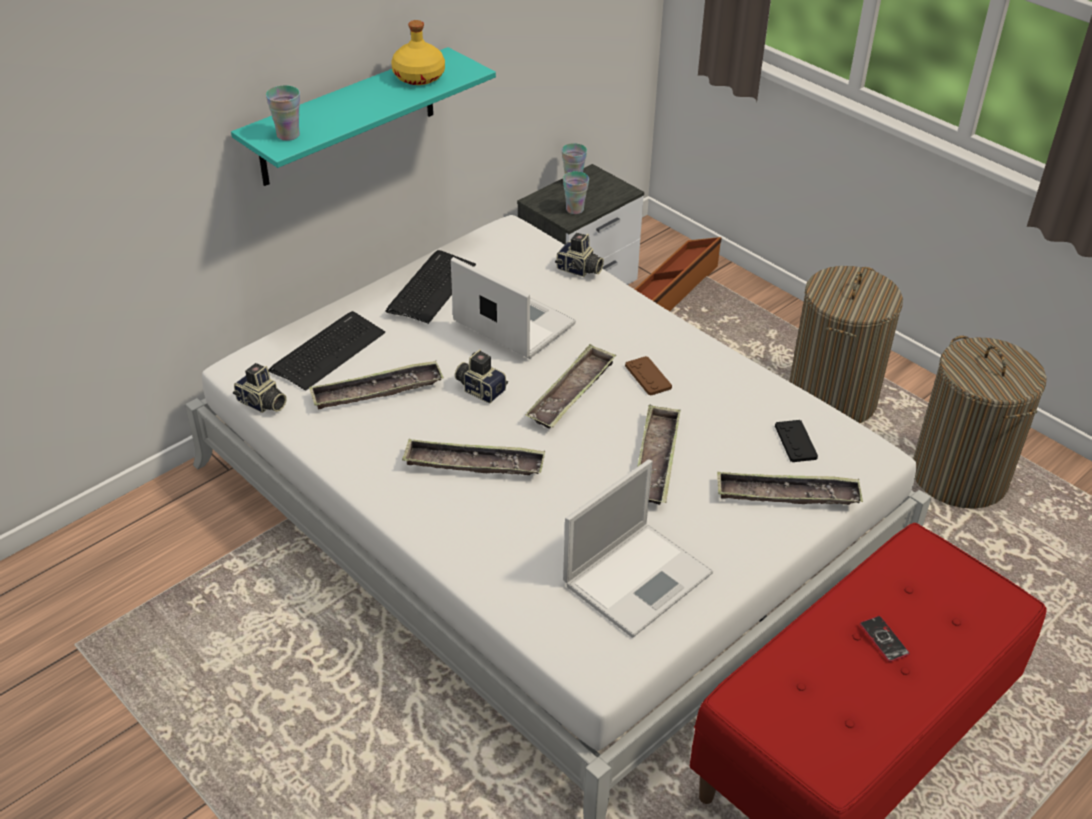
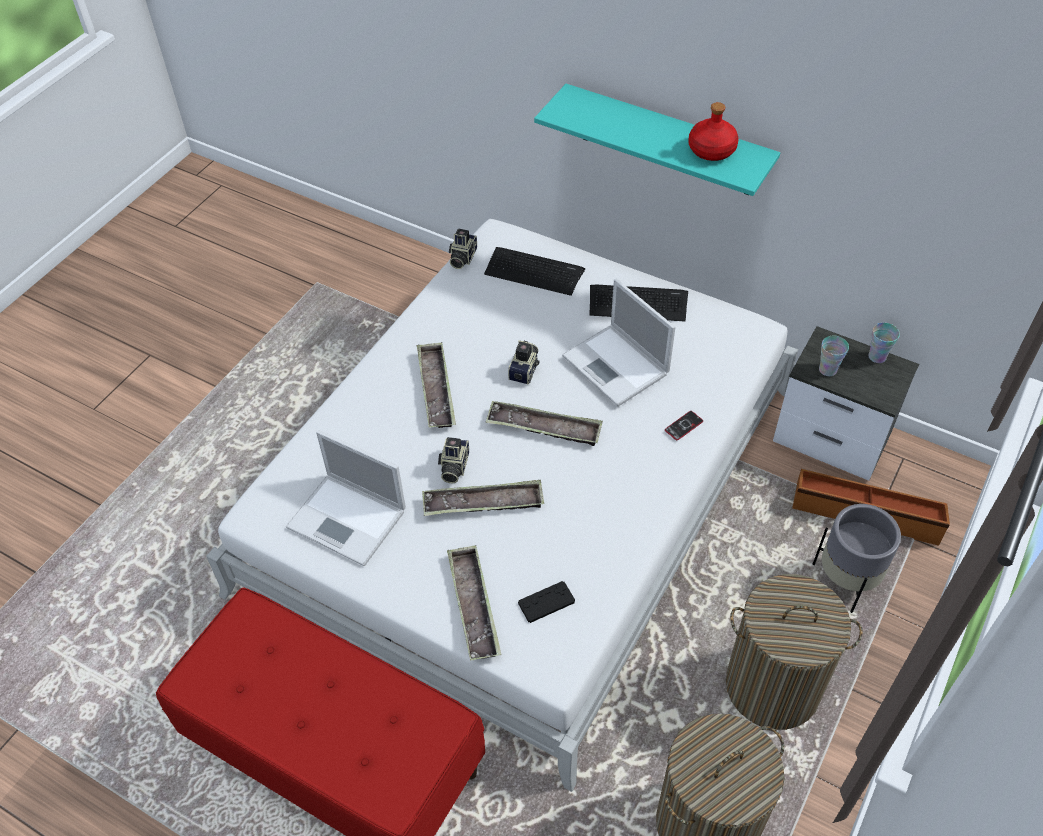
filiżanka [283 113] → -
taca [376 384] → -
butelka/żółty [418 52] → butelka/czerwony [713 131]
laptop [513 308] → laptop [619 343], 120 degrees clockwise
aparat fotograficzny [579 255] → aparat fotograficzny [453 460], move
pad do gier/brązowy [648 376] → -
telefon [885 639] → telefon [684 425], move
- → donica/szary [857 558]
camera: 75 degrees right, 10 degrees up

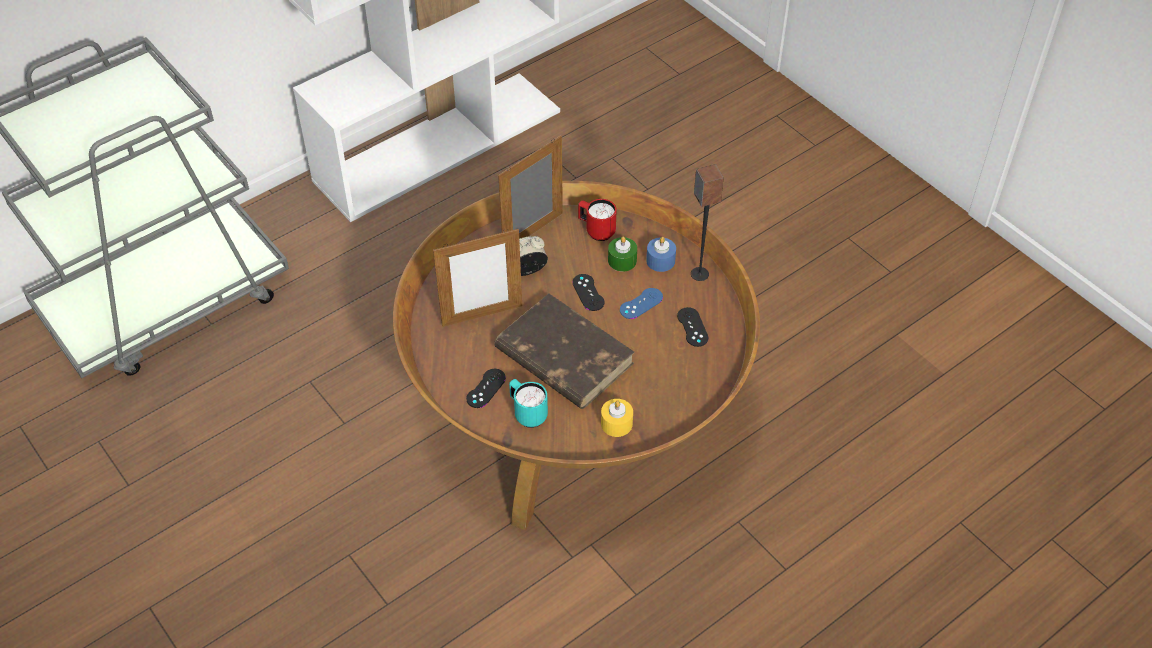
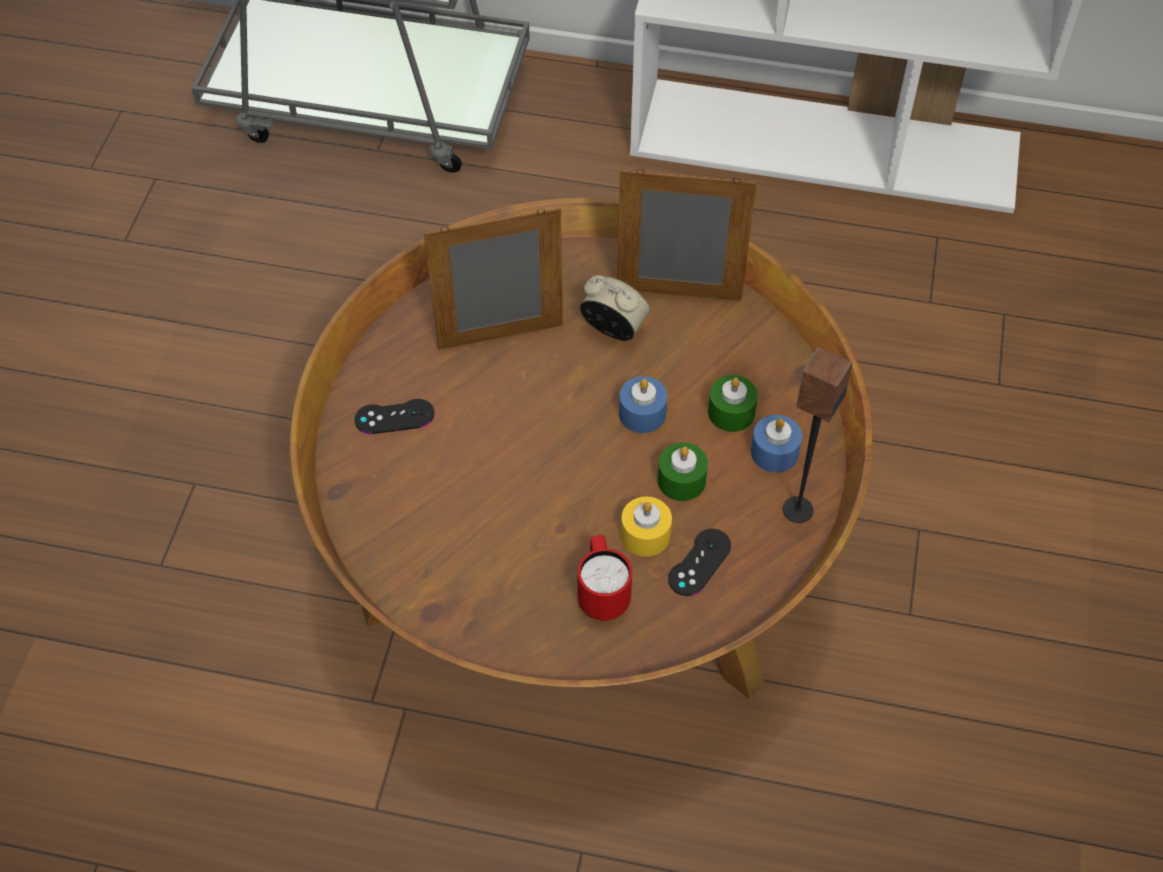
ramka na zdjęcie [477 278] → ramka na zdjęcie [493 279], 135 degrees clockwise
książka/brązowy [564 351] → -
kubek/turkusowy [528 403] → -
pad do gier/czarny [588 292] → świeca/niebieski [643 404]
kubek/czerwony [597 220] → kubek/czerwony [605 578], move
świeca/żółty [617 418] → świeca/żółty [646 526], move
pad do gier/niebieski [641 303] → świeca/zielony [682 471]
camera: 50 degrees right, 5 degrees up

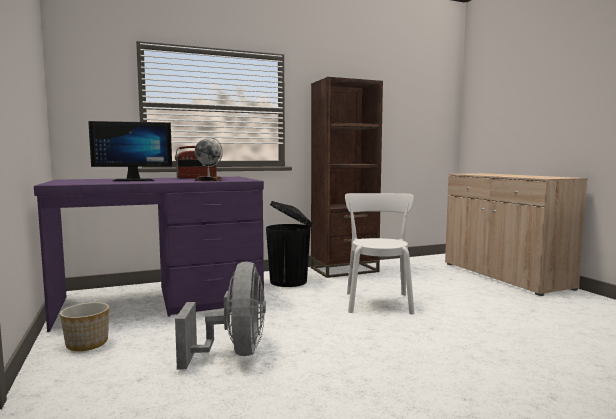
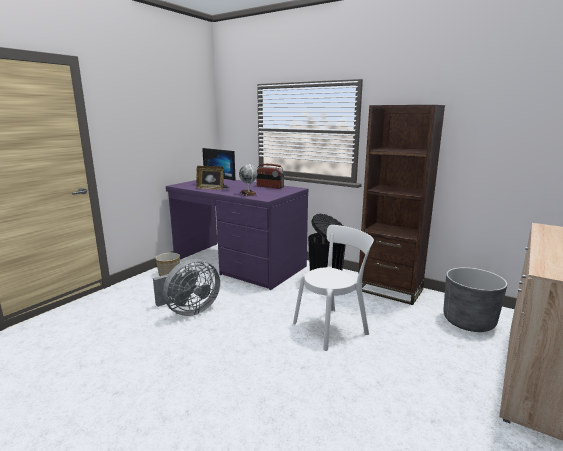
- → ramka na zdjęcie [210 178]
- → donica/szary [475 299]
camera: 55 degrees right, 10 degrees up

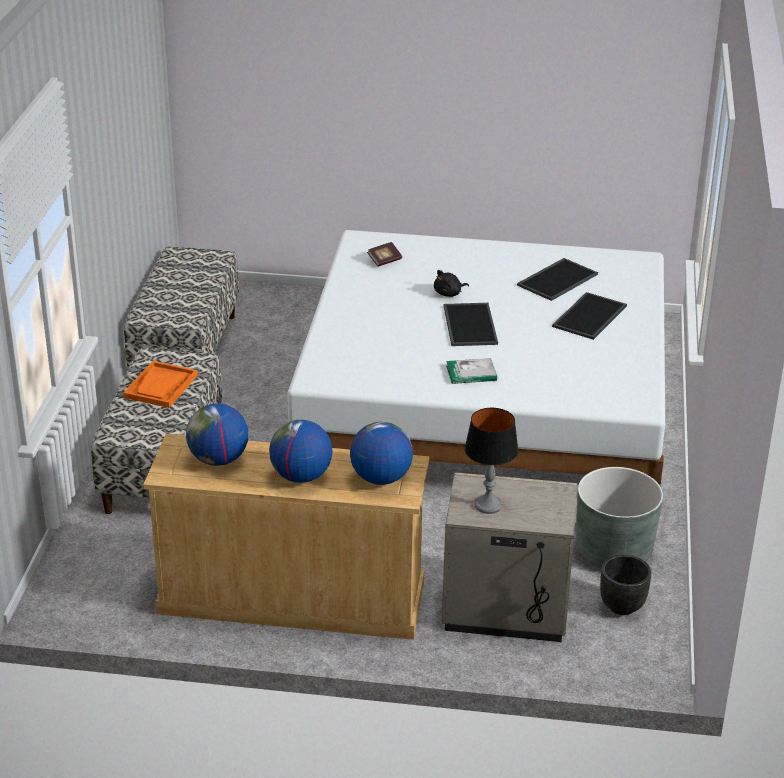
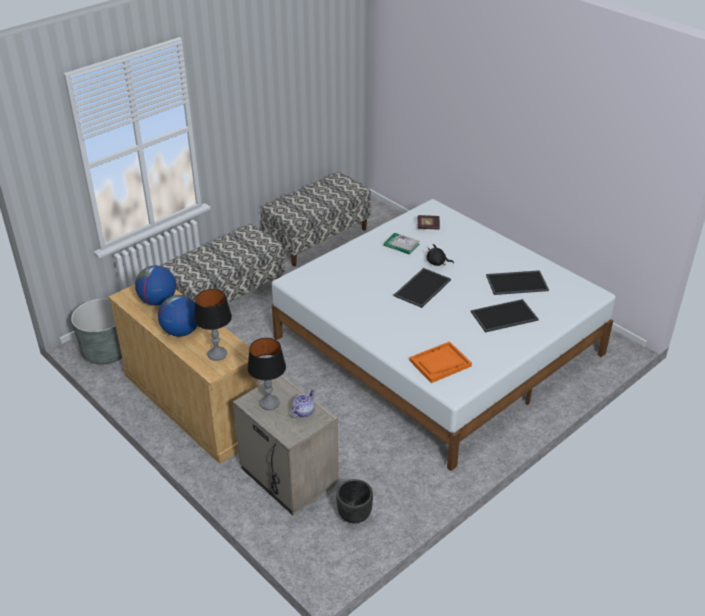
taca/pomarańczowy [160 384] → taca/pomarańczowy [441 362], move
globus [381 453] → lampa stołowa [213 325]
książka [471 371] → książka [402 244], move
donica/szary [619 517] → donica/szary [96 331], move
- → imbryk [303 403]
camera: 40 degrees right, 5 degrees up

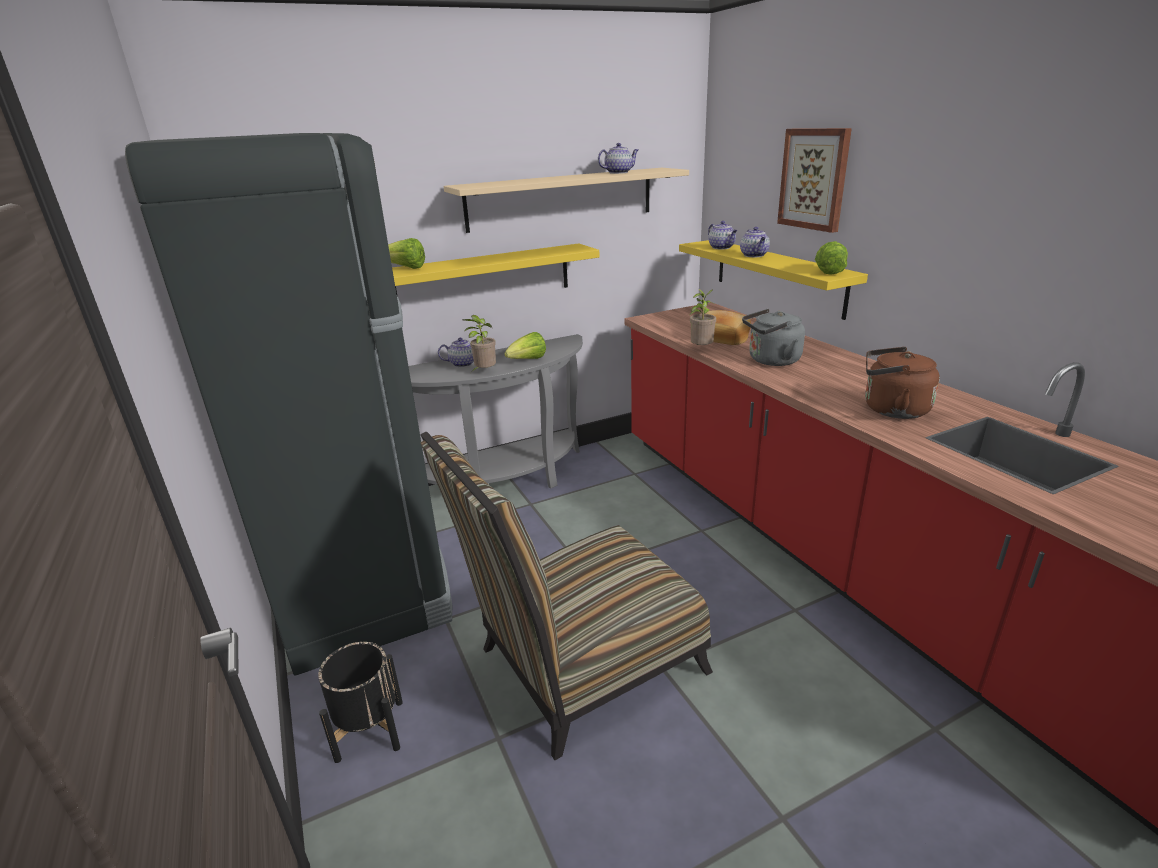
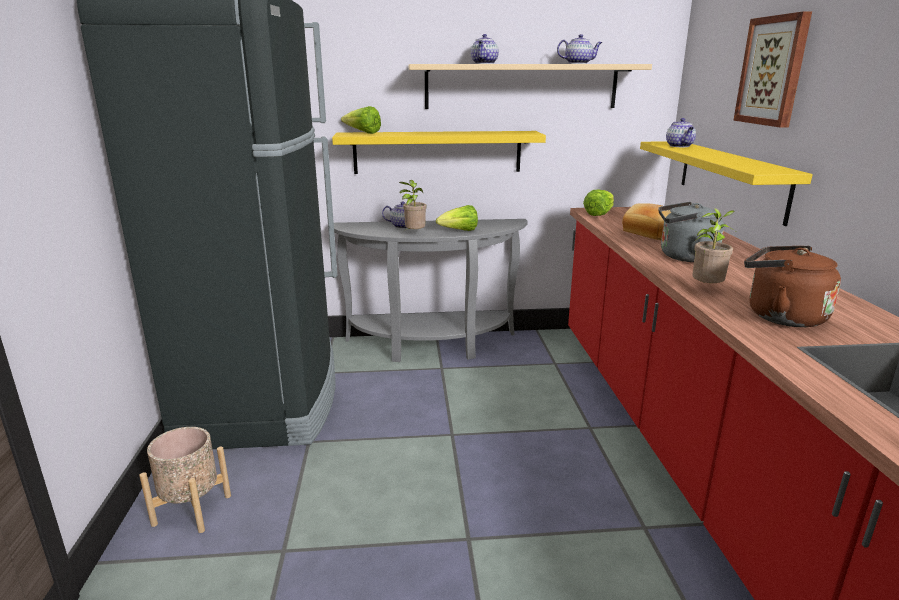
donica/czarny [360 702] → donica/beżowy [185 480]
krzesło [566 596] → -
roślina doniczkowa [703 317] → roślina doniczkowa [713 245], move
imbryk [755 242] → imbryk [485 49], move
sałata [831 258] → sałata [598 202], move
camera: 20 degrees right, 5 degrees down

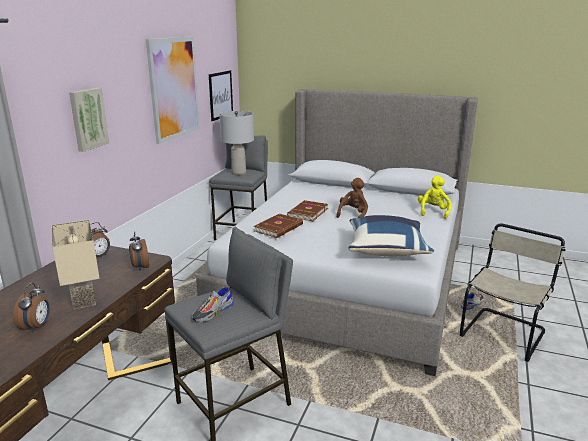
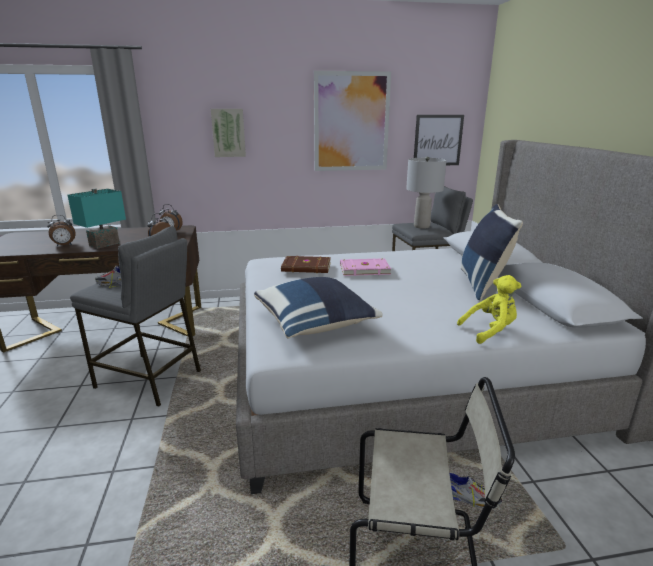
lampa stołowa/beżowy [76 265] → lampa stołowa/turkusowy [97 218]
książka/brązowy [307 210] → książka/różowy [365 267]
pluszak/brązowy [352 198] → -
- → poduszka/niebieski [492 252]
camera: 60 degrees right, 0 degrees up

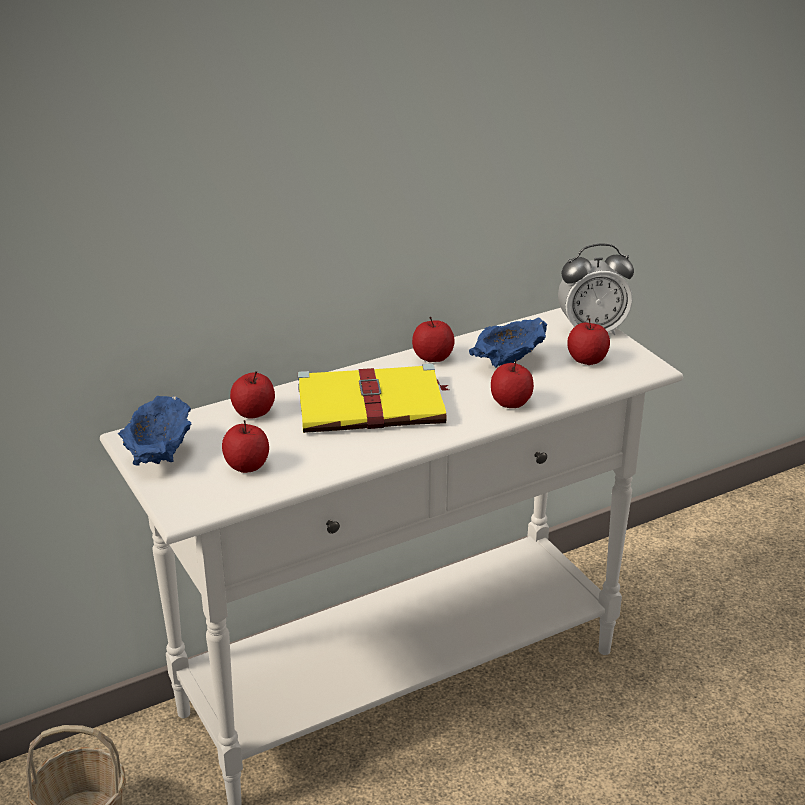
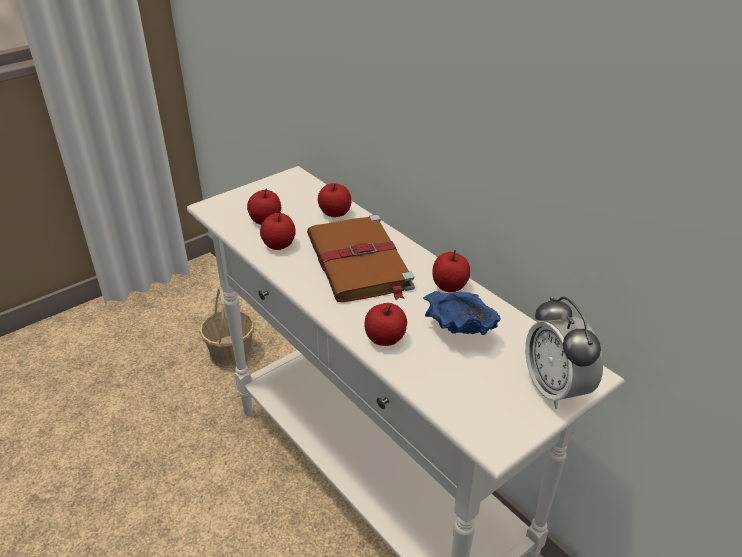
miska/niebieski [154 430] → -
książka/żółty [373 398] → książka/brązowy [361 258]
jabłko [588 341] → jabłko [278 231], move
camera: 80 degrees right, 5 degrees up

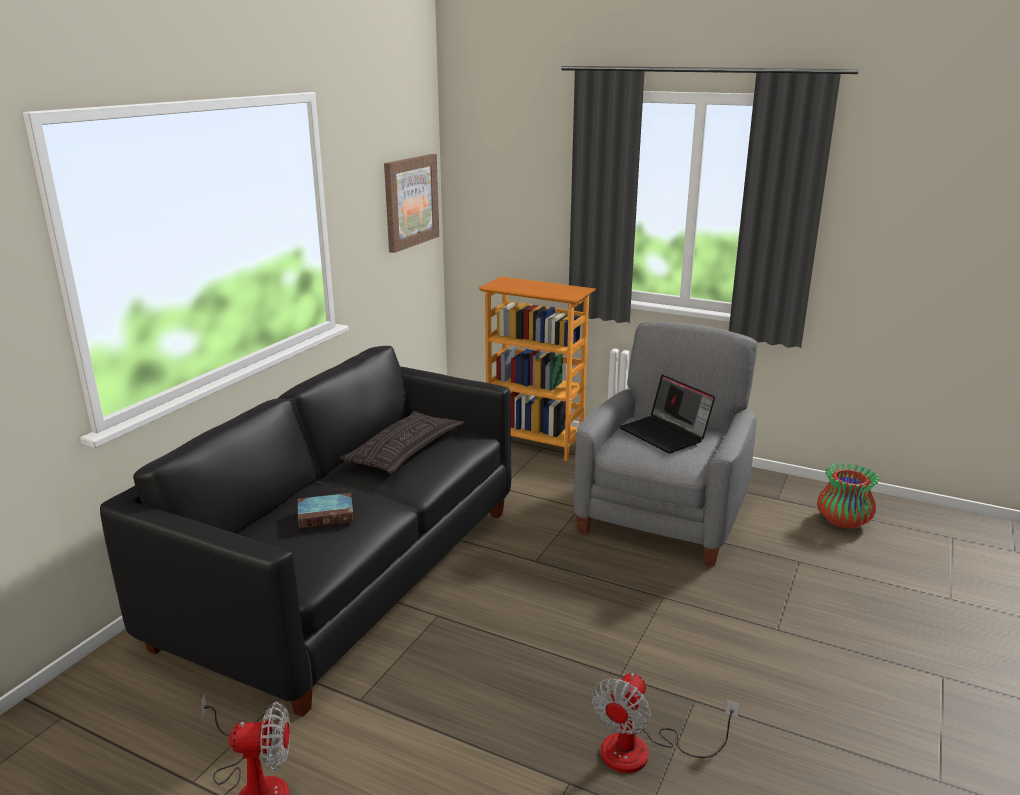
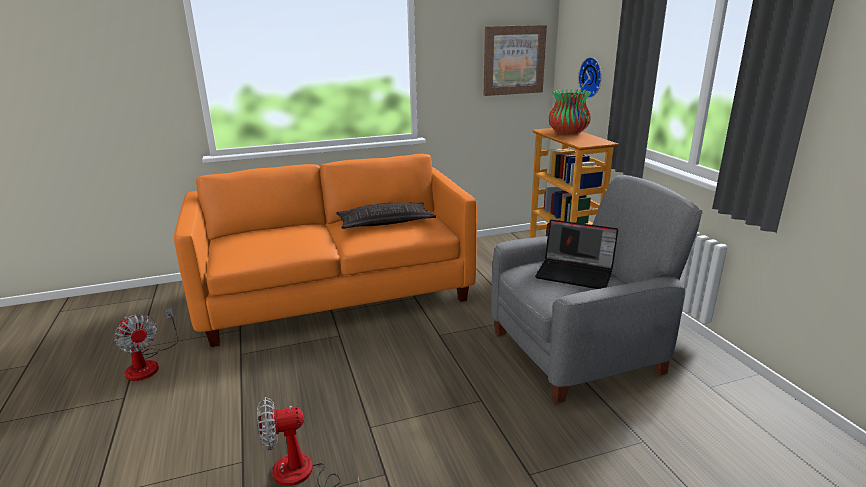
kanapa/czarny [305 531] → kanapa/pomarańczowy [325 250]
książka [326 511] → -
laptop [667 414] → laptop [576 254], 75 degrees counterclockwise
wazon [848 496] → wazon [570 111], move
- → zegar ścienny [590 77]
camera: 45 degrees right, 0 degrees up

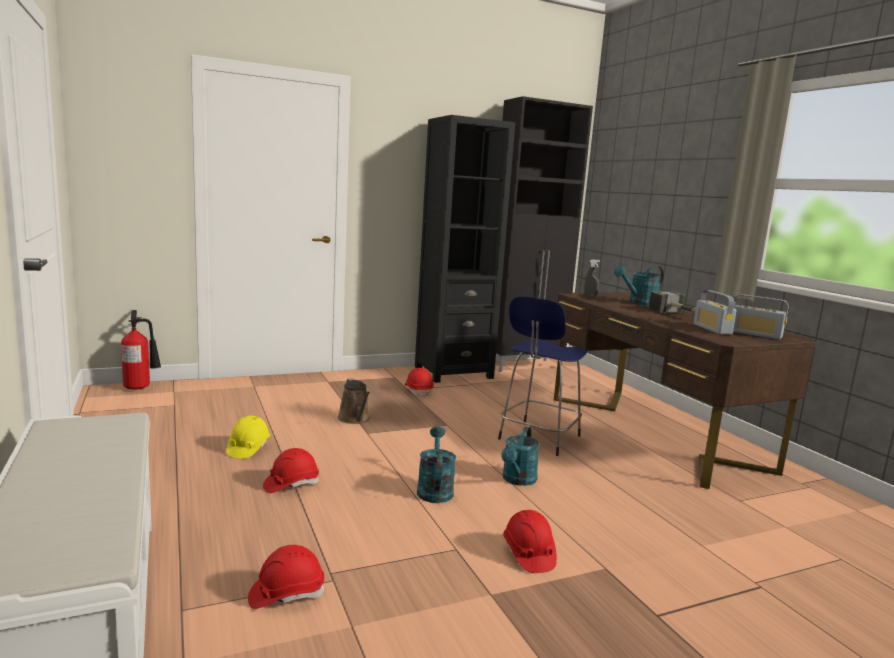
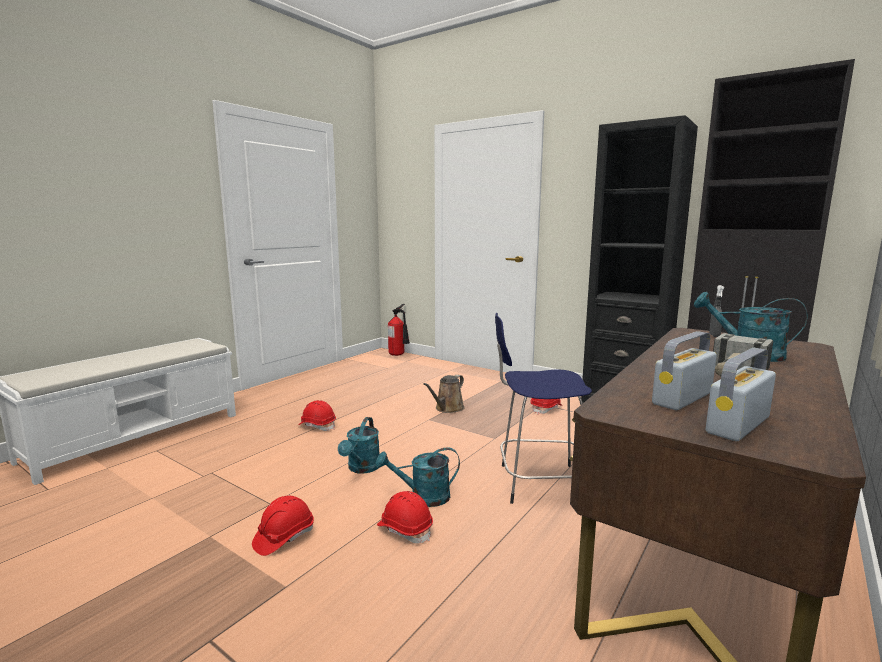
kask/żółty [248 437] → -
kask/czerwony [286 577] → kask/czerwony [405 517], move
konewka/turkusowy [436 464] → konewka/turkusowy [358 445], 135 degrees clockwise
radio [760 316] → radio [741 394], 45 degrees clockwise
camera: 60 degrees right, 0 degrees up

